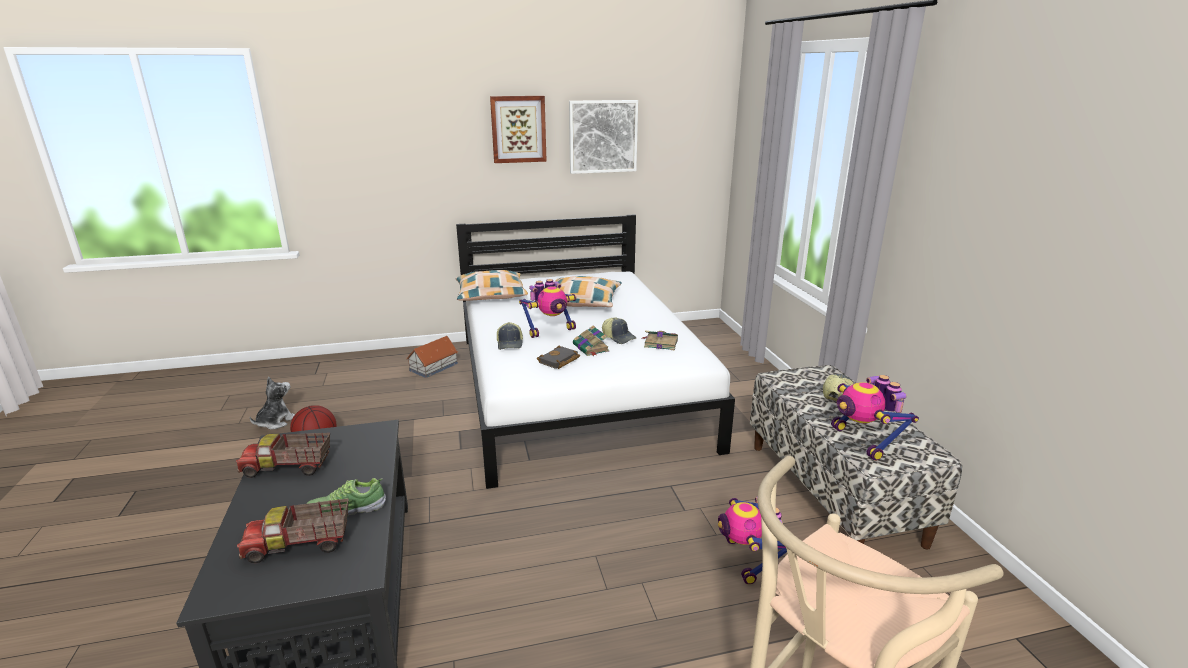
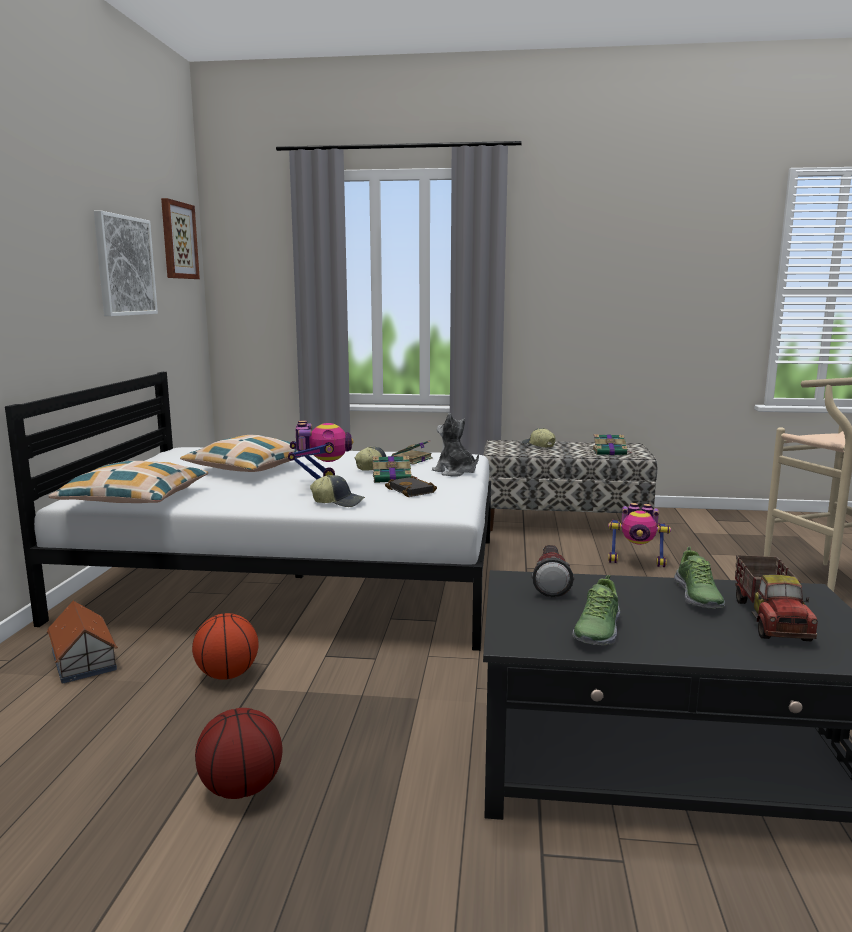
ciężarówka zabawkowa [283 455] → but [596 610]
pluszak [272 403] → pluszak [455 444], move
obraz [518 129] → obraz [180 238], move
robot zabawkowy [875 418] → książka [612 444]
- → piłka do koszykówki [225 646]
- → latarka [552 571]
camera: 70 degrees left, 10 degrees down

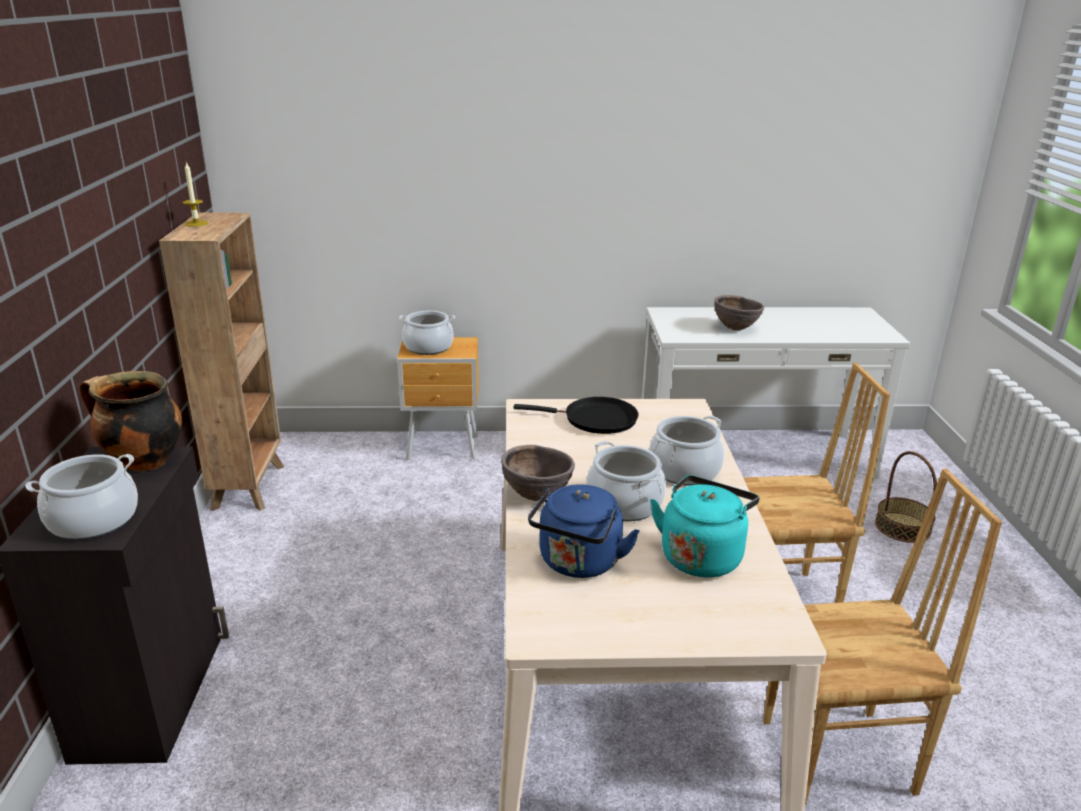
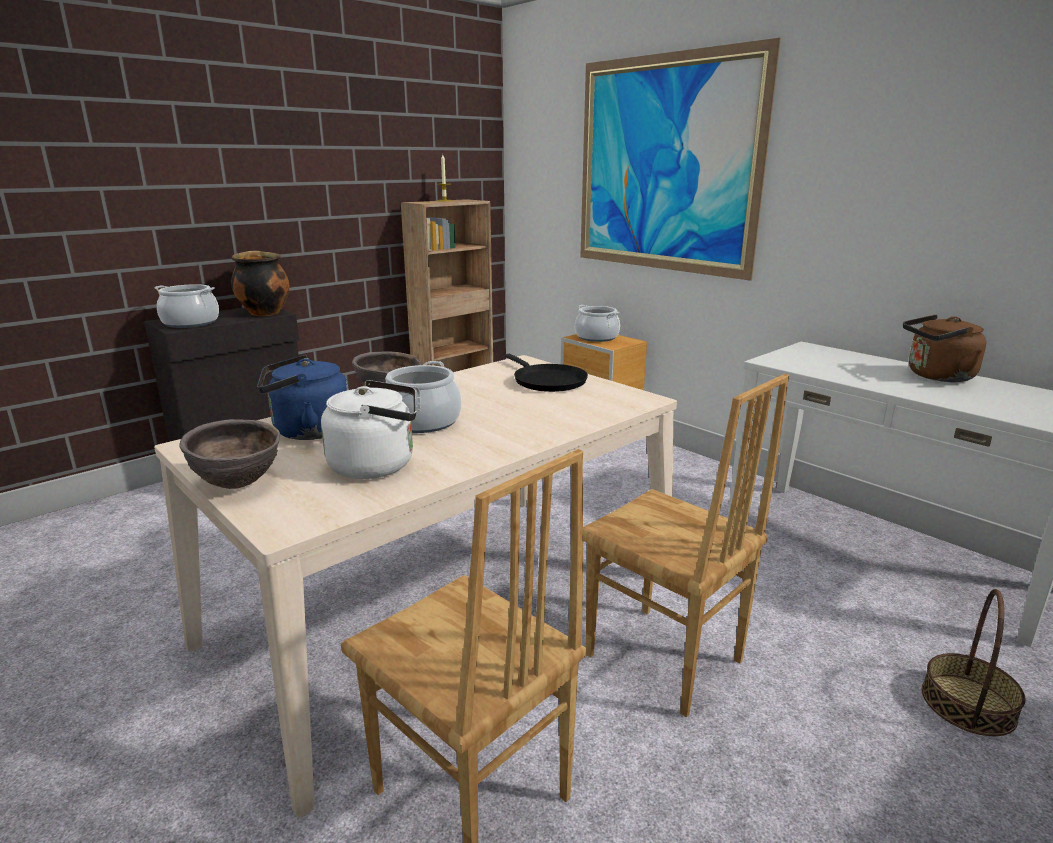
garnek [687 451] → -
czajnik/turkusowy [705 526] → czajnik/biały [368 429]
miska/brązowy [739 313] → miska/brązowy [230 454], move
- → obraz [680 159]
- → czajnik/brązowy [944 348]
camera: 50 degrees right, 5 degrees down

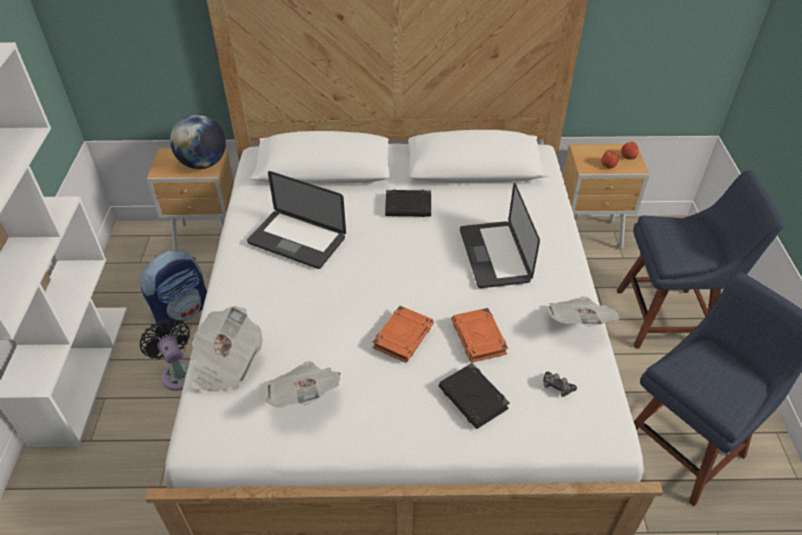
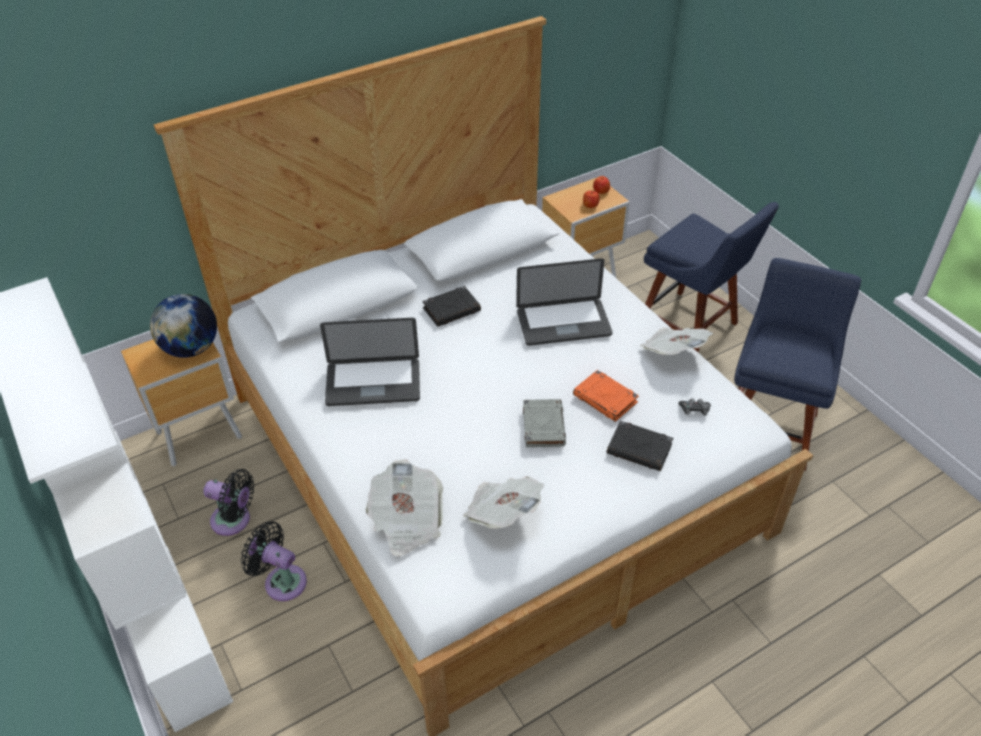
plecak [173 289] → wentylator/czarny [228 502]
książka/pomarańczowy [403 334] → książka/szary [544 423]
laptop [500 235] → laptop [564 302], 60 degrees counterclockwise
krzesło/niebieski [700 259] → krzesło/niebieski [711 277], 75 degrees clockwise
camera: 30 degrees left, 0 degrees up

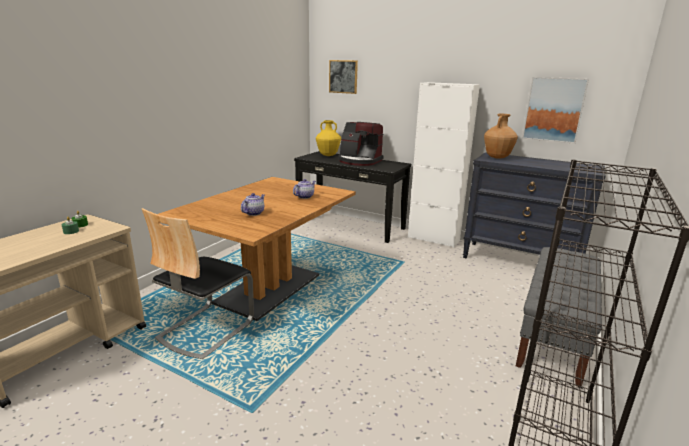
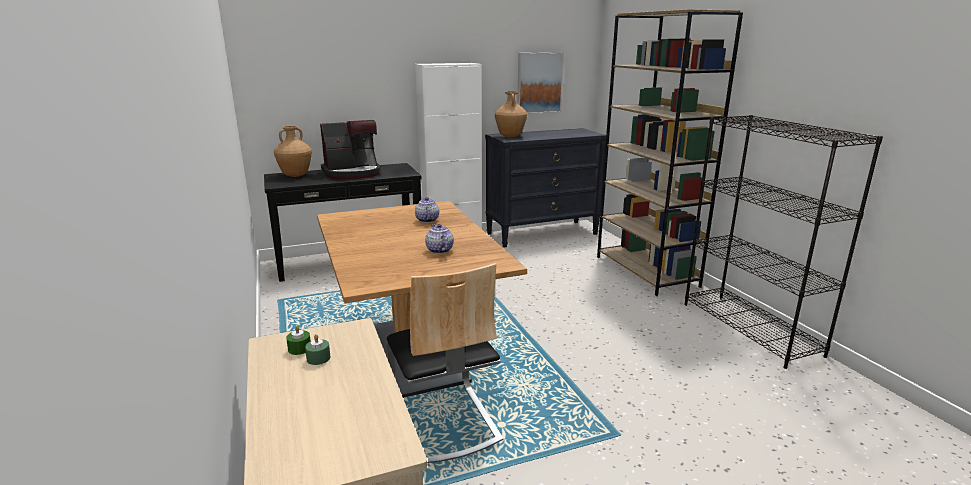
wazon/żółty [328 138] → wazon/brązowy [293 151]
obraz [343 77] → -
ławka/szary [559 317] → regał/brązowy [670 152]
camera: 50 degrees left, 0 degrees up

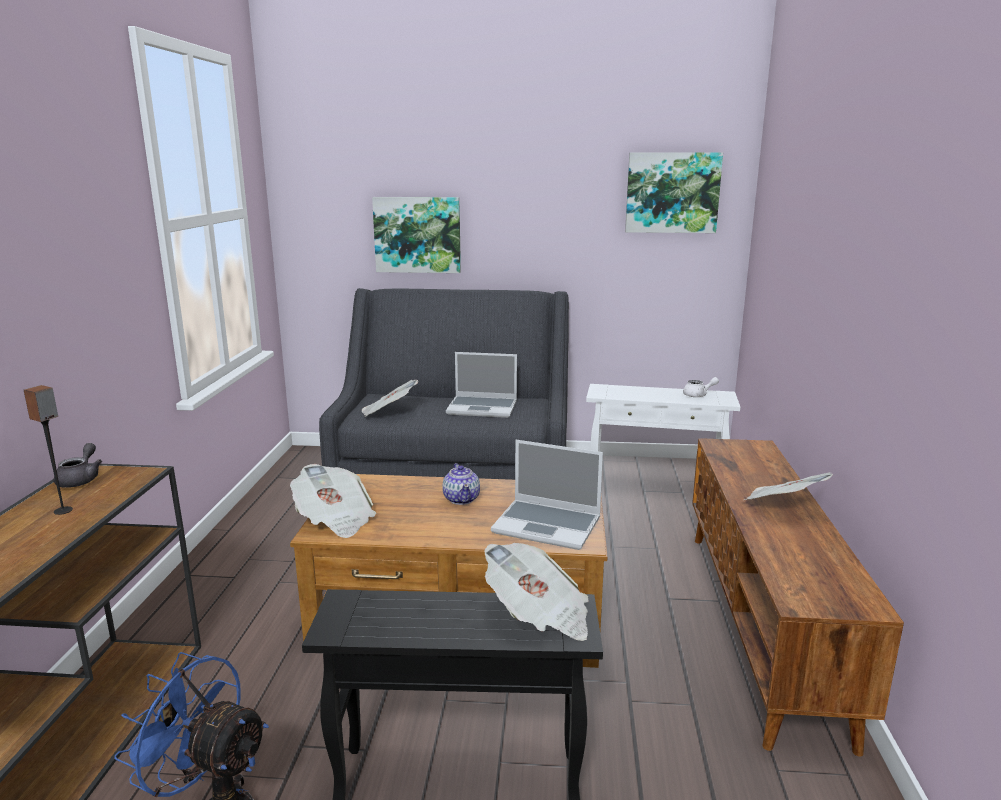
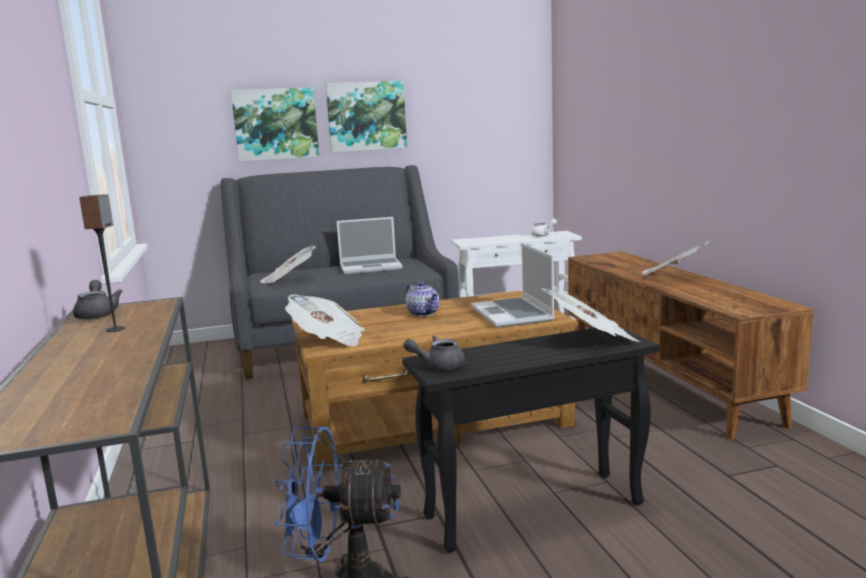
laptop [547 495] → laptop [513 285], 75 degrees clockwise
obraz [674 192] → obraz [366 116], move
- → imbryk/szary [434 352]
camera: 20 degrees left, 5 degrees down

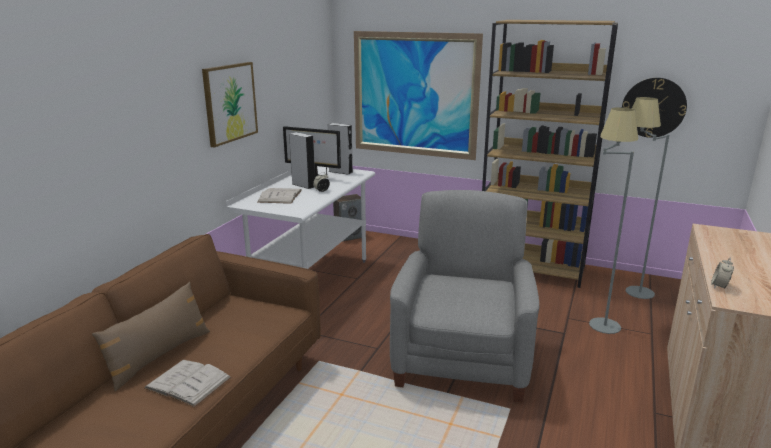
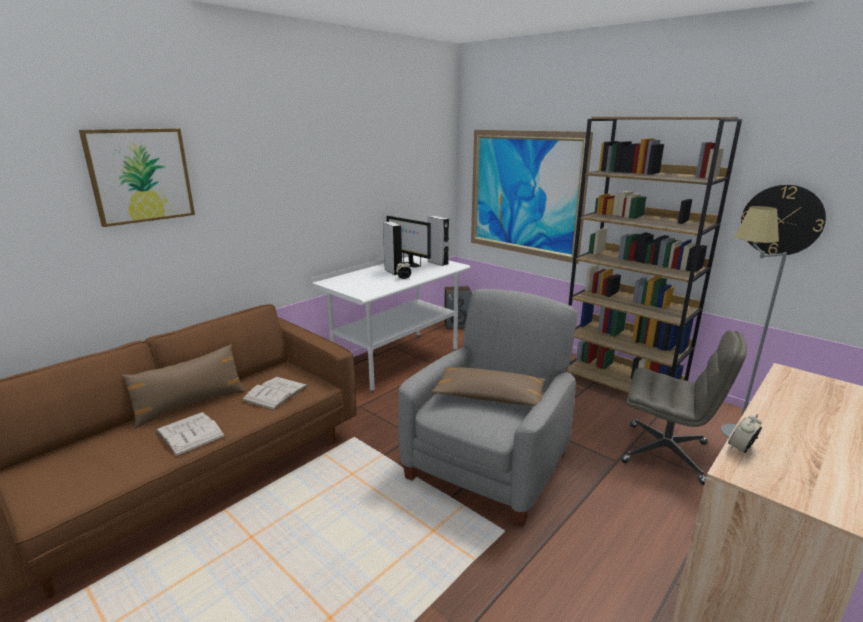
obraz [230 104] → obraz [137 177], move
książka/biały [279 196] → książka/biały [274 394], move
lampa stojąca/szary [613 220] → krzesło biurowe/szary [684 407]
- → poduszka/brązowy [488 386]
camera: 20 degrees right, 0 degrees up

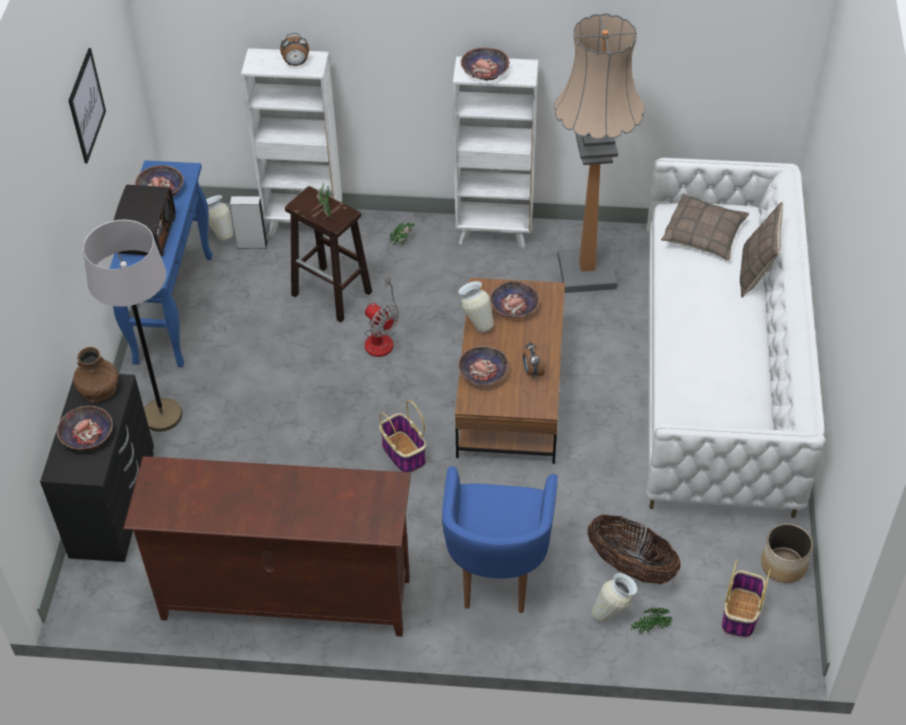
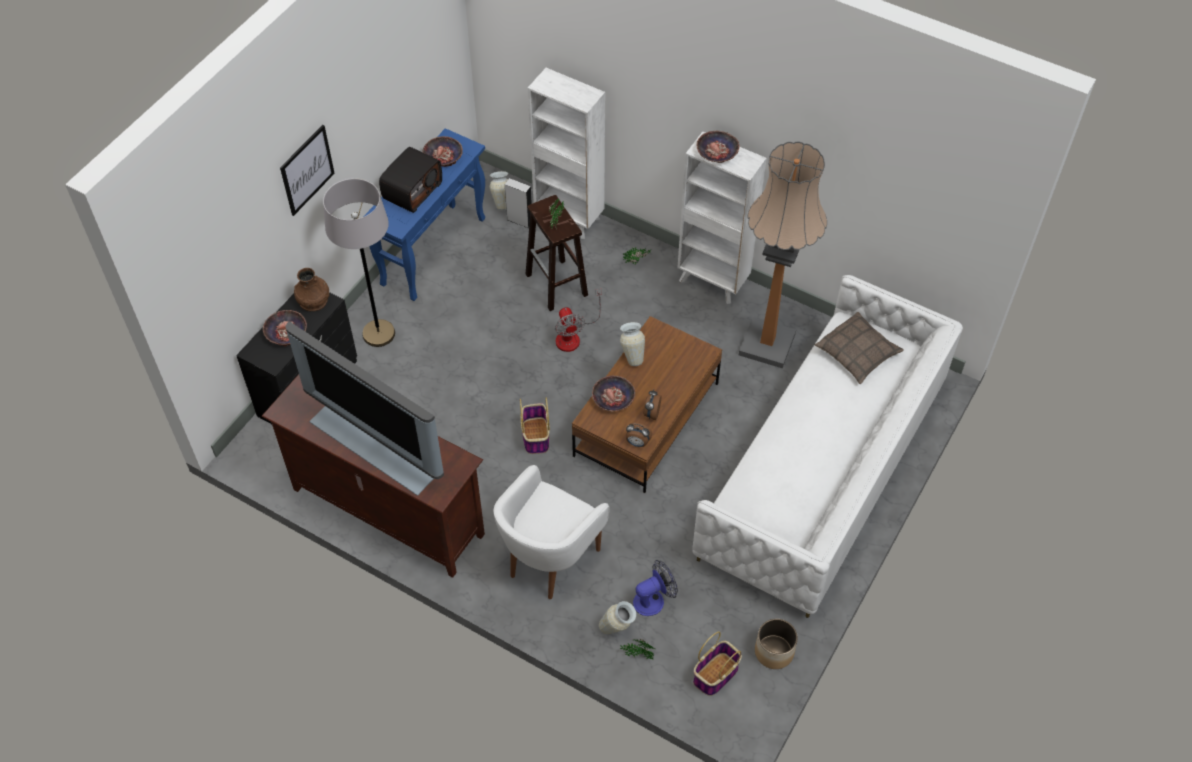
obraz [87 106] → obraz [307 170], move
budzik [294 49] → budzik [639 435], move
fotel/niebieski [500 539] → fotel/biały [551 532]
miska [514 299] → -
koszyk [634 549] → wentylator [655 588]
poduszka [761 250] → -
- → telewizor [364 408]
camera: 25 degrees right, 5 degrees up

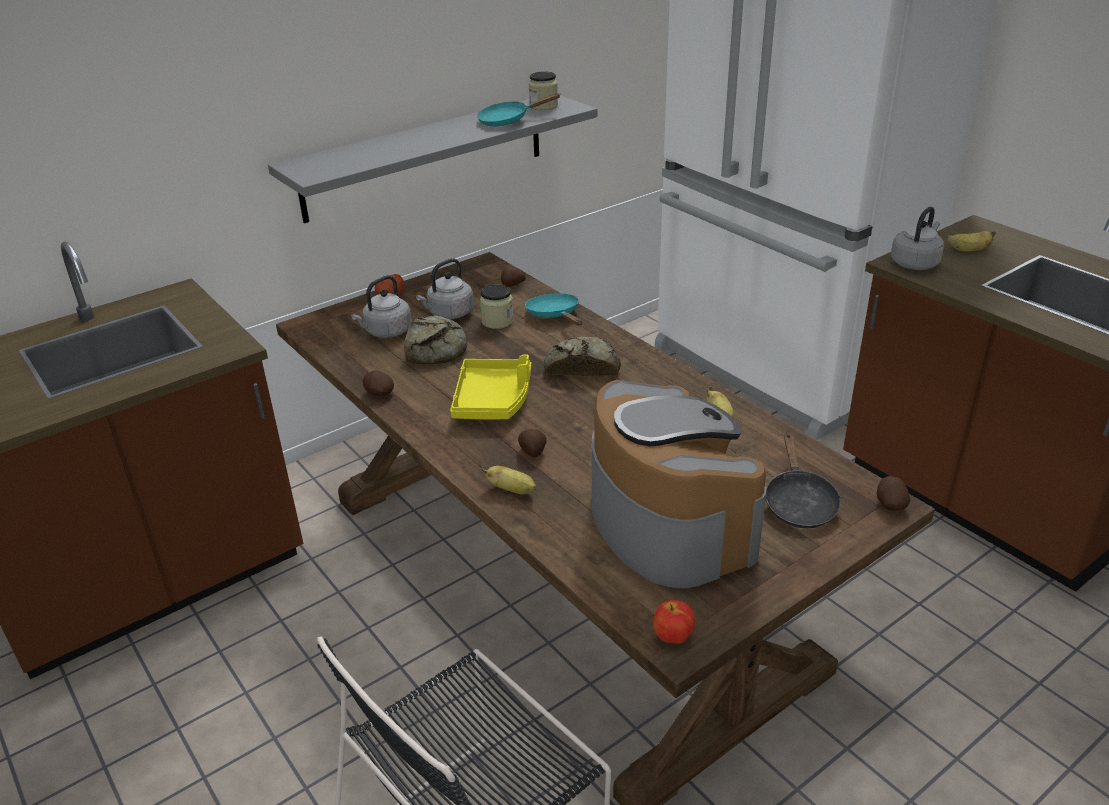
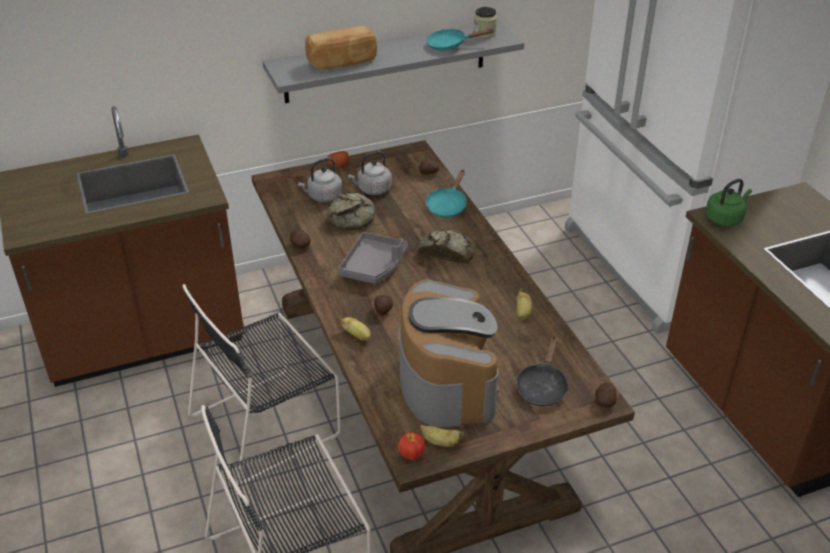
taca/żółty [490 386] → taca/szary [373 258]
słoik [497 307] → -
patelnia/turkusowy [553 309] → patelnia/turkusowy [446 193], 150 degrees counterclockwise
czajnik/szary [917 238] → czajnik/zielony [728 203]
banan [971 241] → banan [442 436], move
- → krzesło/czarny [261 384]
- → chleb [341 48]
camera: 15 degrees right, 5 degrees up

